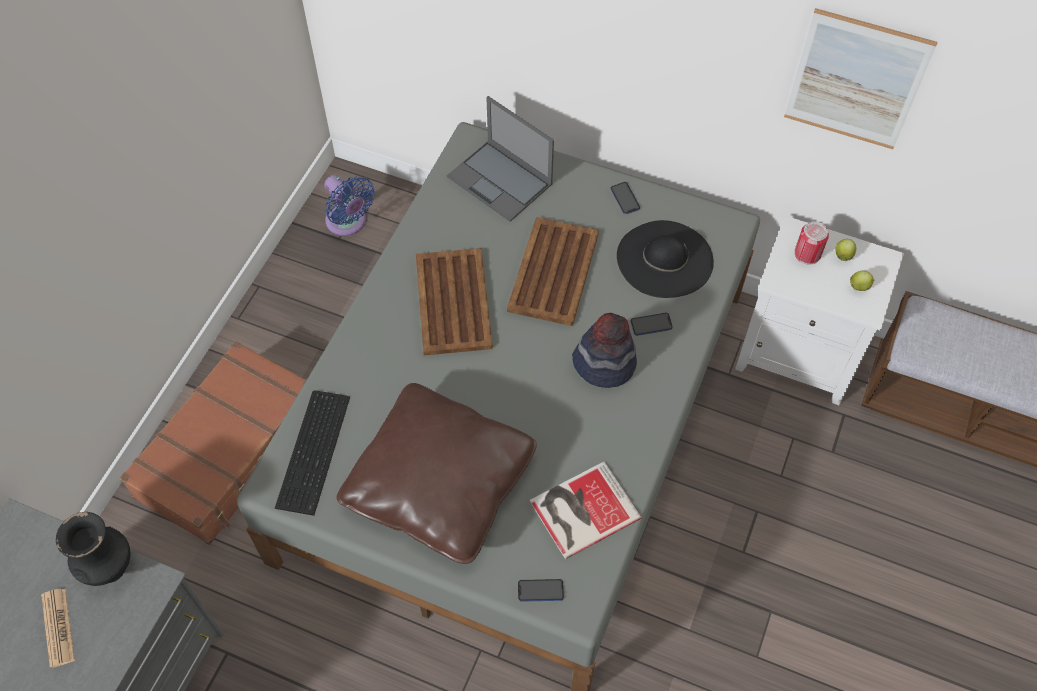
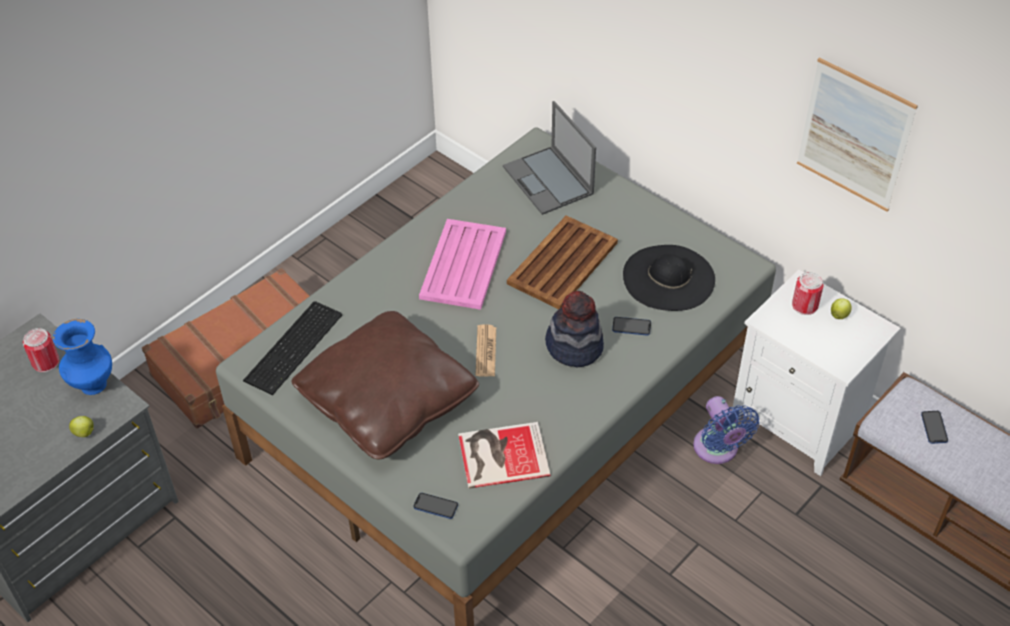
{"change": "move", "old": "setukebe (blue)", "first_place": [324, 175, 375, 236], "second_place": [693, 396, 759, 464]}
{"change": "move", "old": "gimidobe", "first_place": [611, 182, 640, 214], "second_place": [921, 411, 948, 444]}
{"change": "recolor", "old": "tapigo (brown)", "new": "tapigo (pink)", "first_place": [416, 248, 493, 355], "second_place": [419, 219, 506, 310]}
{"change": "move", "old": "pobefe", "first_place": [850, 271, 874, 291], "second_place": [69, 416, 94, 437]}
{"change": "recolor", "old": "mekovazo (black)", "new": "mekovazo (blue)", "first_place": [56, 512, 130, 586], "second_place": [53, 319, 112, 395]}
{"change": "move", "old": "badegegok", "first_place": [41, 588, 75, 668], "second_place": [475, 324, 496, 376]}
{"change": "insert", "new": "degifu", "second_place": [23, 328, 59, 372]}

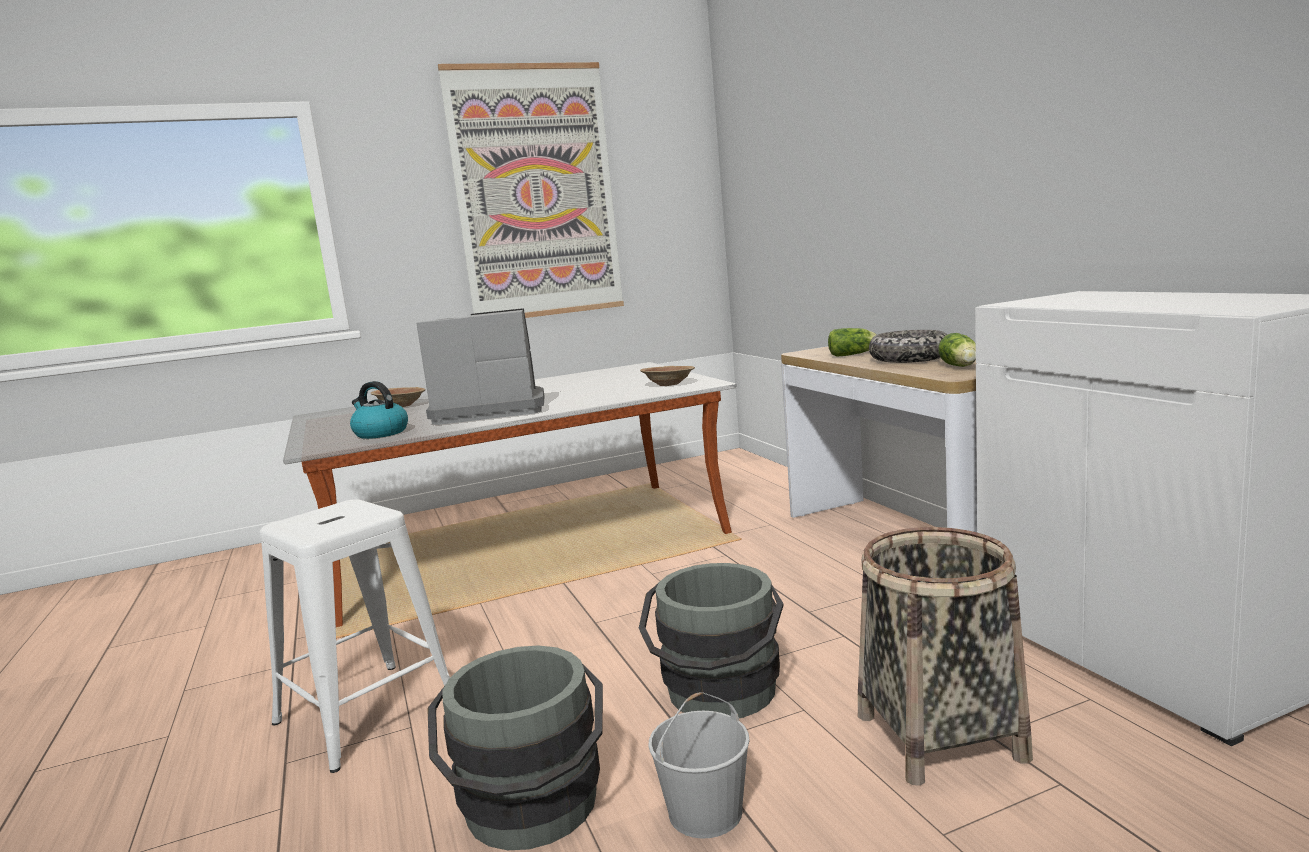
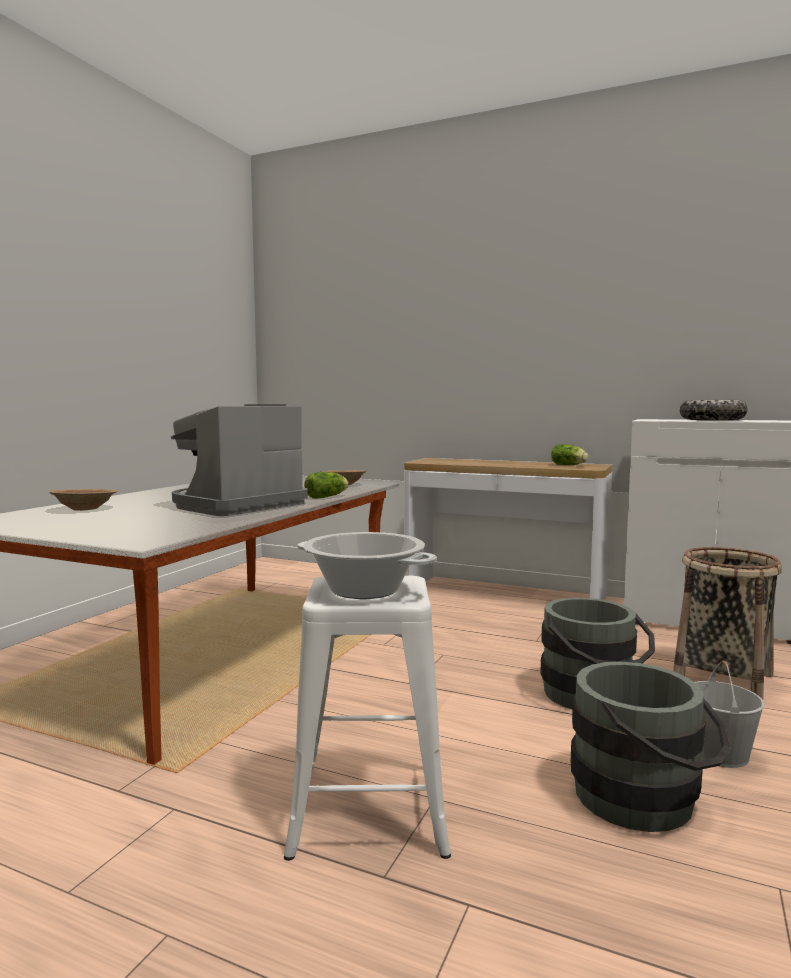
{"change": "delete", "old": "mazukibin", "first_place": [438, 62, 624, 318]}
{"change": "move", "old": "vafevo", "first_place": [828, 328, 877, 357], "second_place": [304, 472, 349, 499]}
{"change": "move", "old": "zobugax", "first_place": [869, 330, 947, 363], "second_place": [680, 400, 747, 420]}
{"change": "delete", "old": "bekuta", "first_place": [350, 381, 408, 439]}
{"change": "insert", "new": "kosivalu", "second_place": [298, 532, 437, 599]}

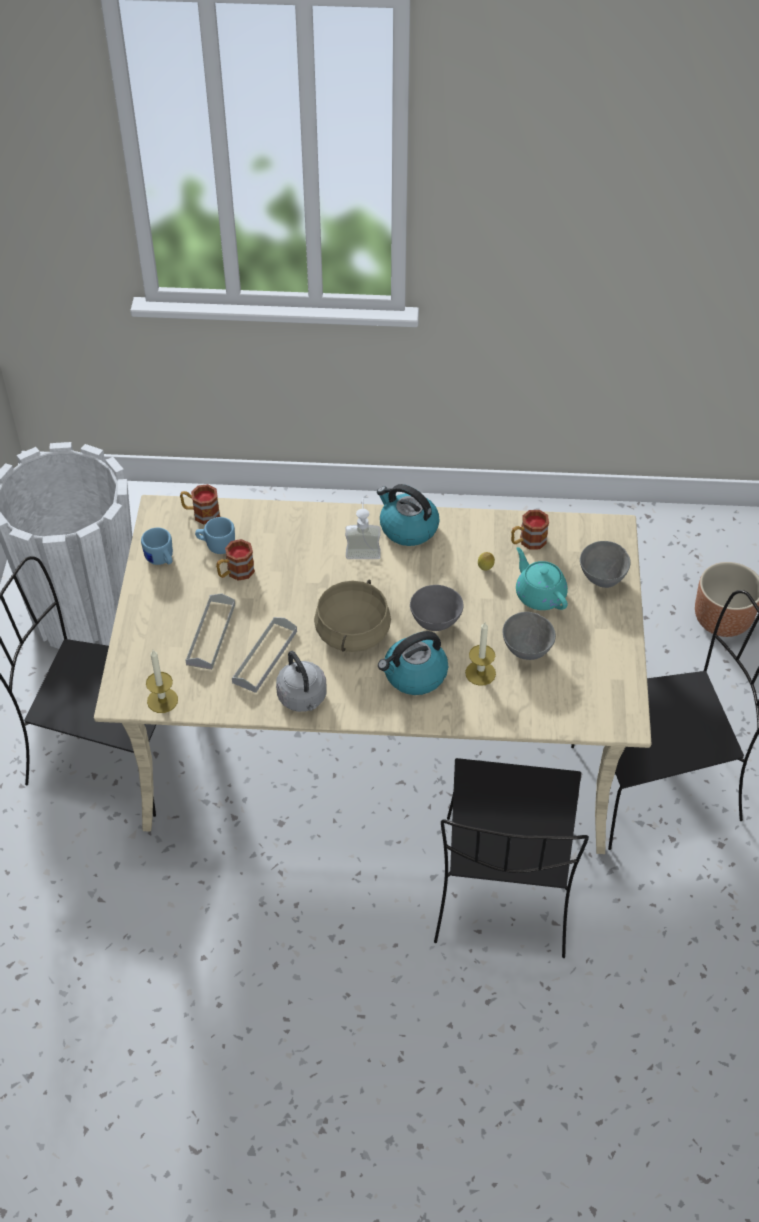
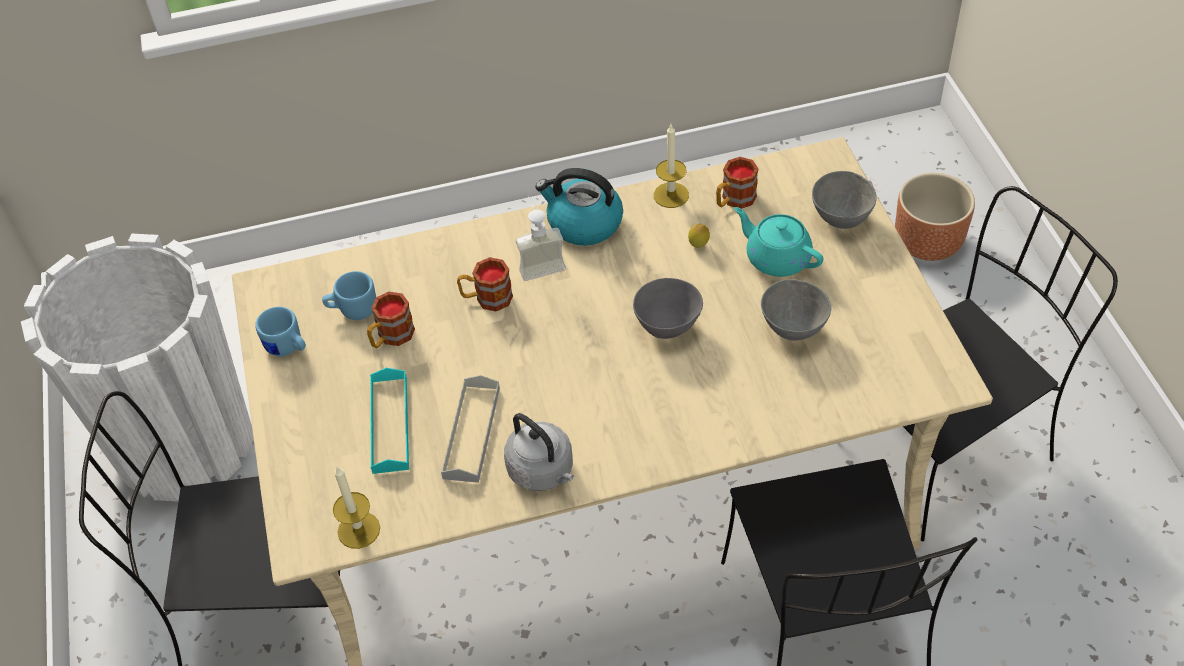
{"change": "move", "old": "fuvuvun", "first_place": [180, 484, 220, 524], "second_place": [457, 257, 513, 311]}
{"change": "delete", "old": "kosivalu (beige)", "first_place": [314, 580, 391, 652]}
{"change": "recolor", "old": "tapigo (grey)", "new": "tapigo (turquoise)", "first_place": [185, 593, 235, 670], "second_place": [370, 368, 409, 474]}
{"change": "move", "old": "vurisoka", "first_place": [465, 622, 496, 686], "second_place": [654, 124, 689, 208]}
{"change": "delete", "old": "bekuta", "first_place": [378, 631, 448, 695]}

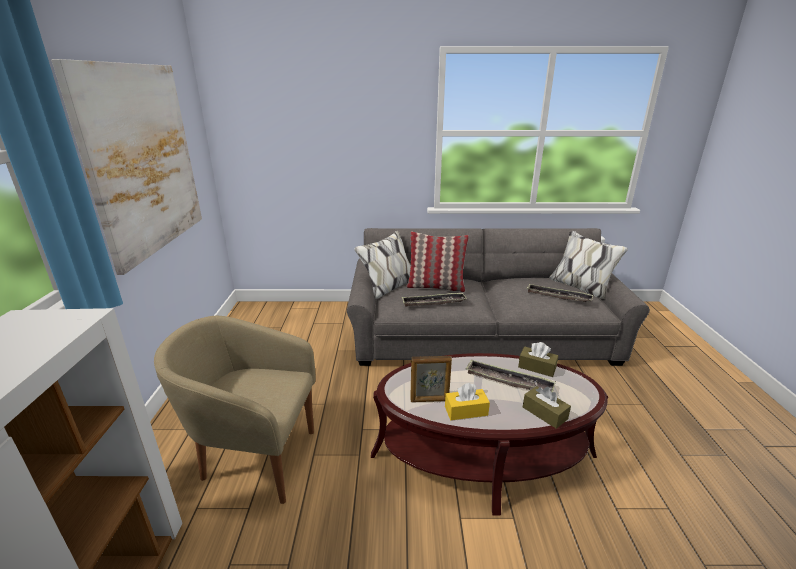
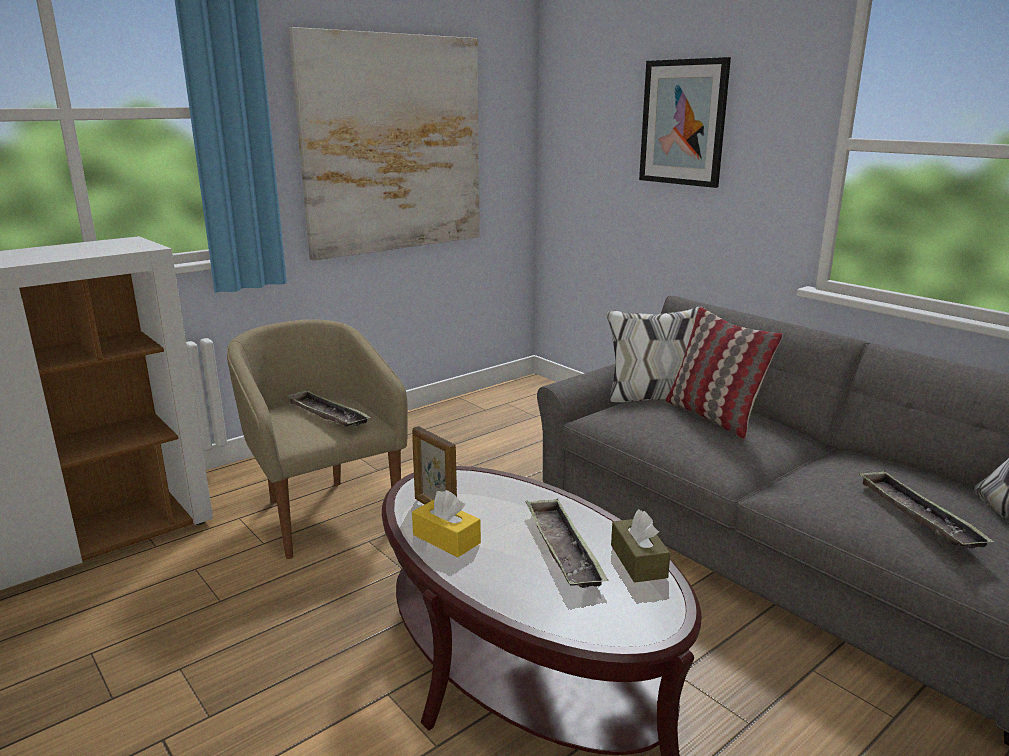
{"change": "move", "old": "tapigo", "first_place": [402, 293, 467, 307], "second_place": [285, 390, 371, 427]}
{"change": "delete", "old": "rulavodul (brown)", "first_place": [523, 386, 571, 429]}
{"change": "insert", "new": "mazukibin", "second_place": [639, 57, 731, 188]}

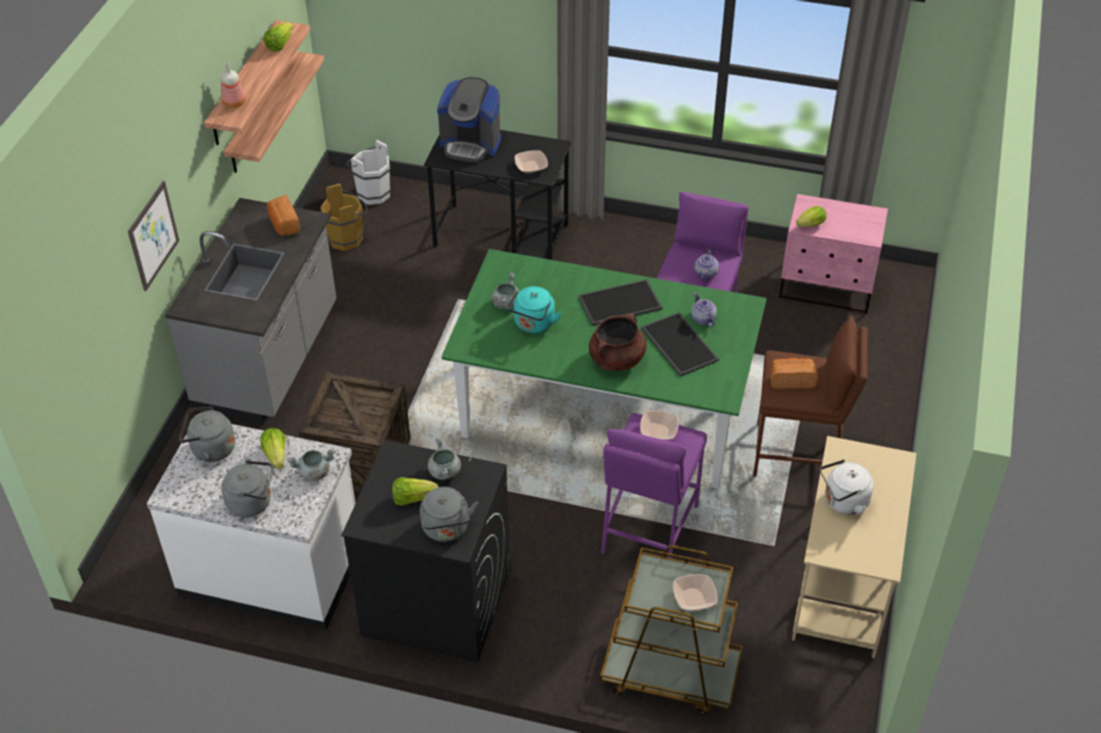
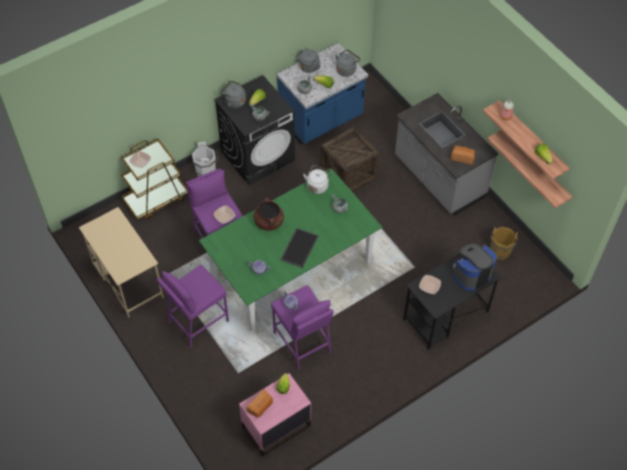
{"change": "move", "old": "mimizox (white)", "first_place": [347, 140, 391, 205], "second_place": [192, 142, 219, 176]}
{"change": "delete", "old": "mazukibin", "first_place": [128, 181, 179, 291]}
{"change": "delete", "old": "bekuta (turquoise)", "first_place": [507, 286, 561, 333]}
{"change": "delete", "old": "tapigo", "first_place": [641, 312, 719, 377]}
{"change": "recolor", "old": "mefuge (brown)", "new": "mefuge (purple)", "first_place": [753, 316, 868, 477], "second_place": [157, 265, 229, 348]}
{"change": "move", "old": "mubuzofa", "first_place": [771, 358, 818, 389], "second_place": [246, 389, 273, 417]}
{"change": "recolor", "old": "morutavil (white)", "new": "morutavil (blue)", "first_place": [147, 424, 355, 630], "second_place": [277, 43, 368, 145]}
{"change": "move", "old": "bekuta (white)", "first_place": [820, 459, 874, 515], "second_place": [303, 165, 332, 194]}

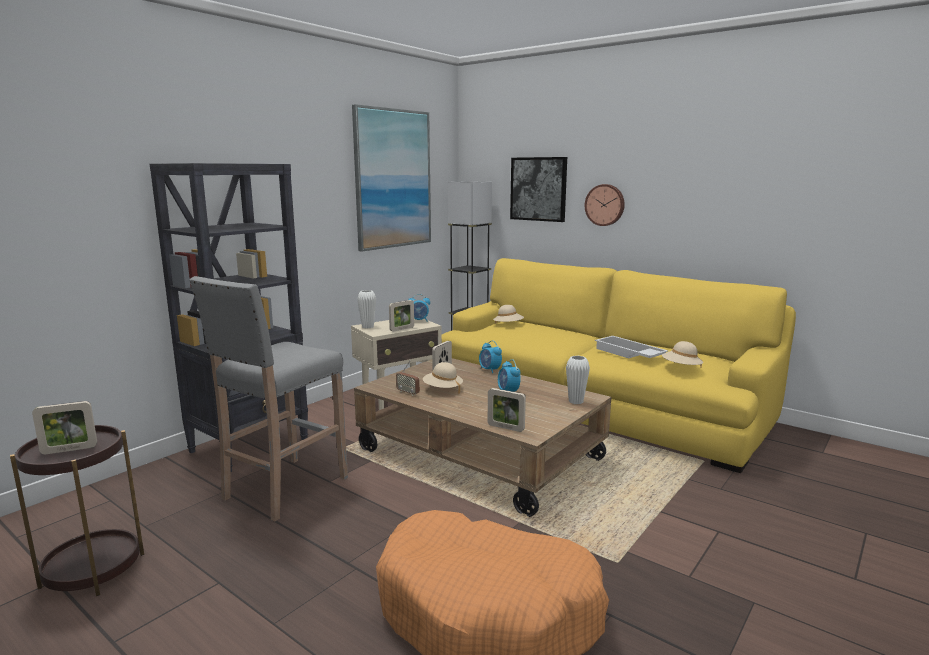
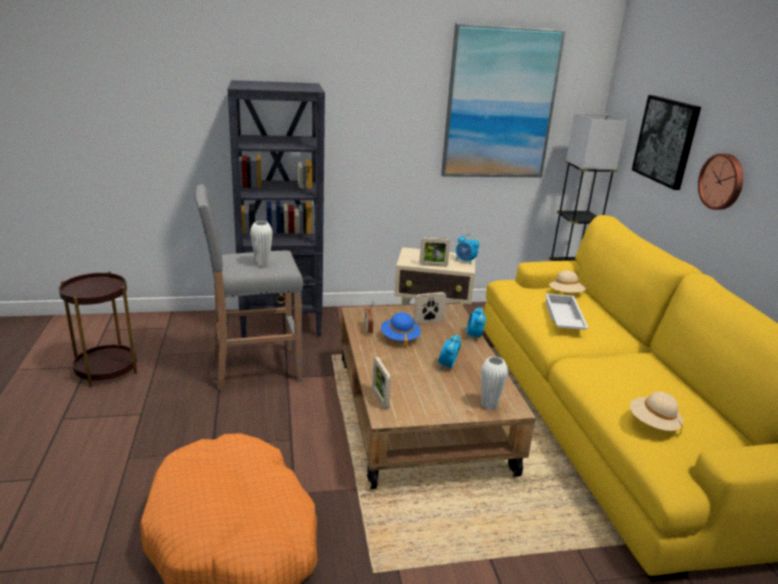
{"change": "move", "old": "mekovazo (white)", "first_place": [357, 290, 376, 328], "second_place": [250, 221, 273, 267]}
{"change": "move", "old": "tapigo (white)", "first_place": [595, 336, 668, 358], "second_place": [545, 294, 589, 330]}
{"change": "recolor", "old": "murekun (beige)", "new": "murekun (blue)", "first_place": [423, 362, 463, 394], "second_place": [381, 313, 421, 348]}
{"change": "delete", "old": "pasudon", "first_place": [32, 401, 97, 454]}

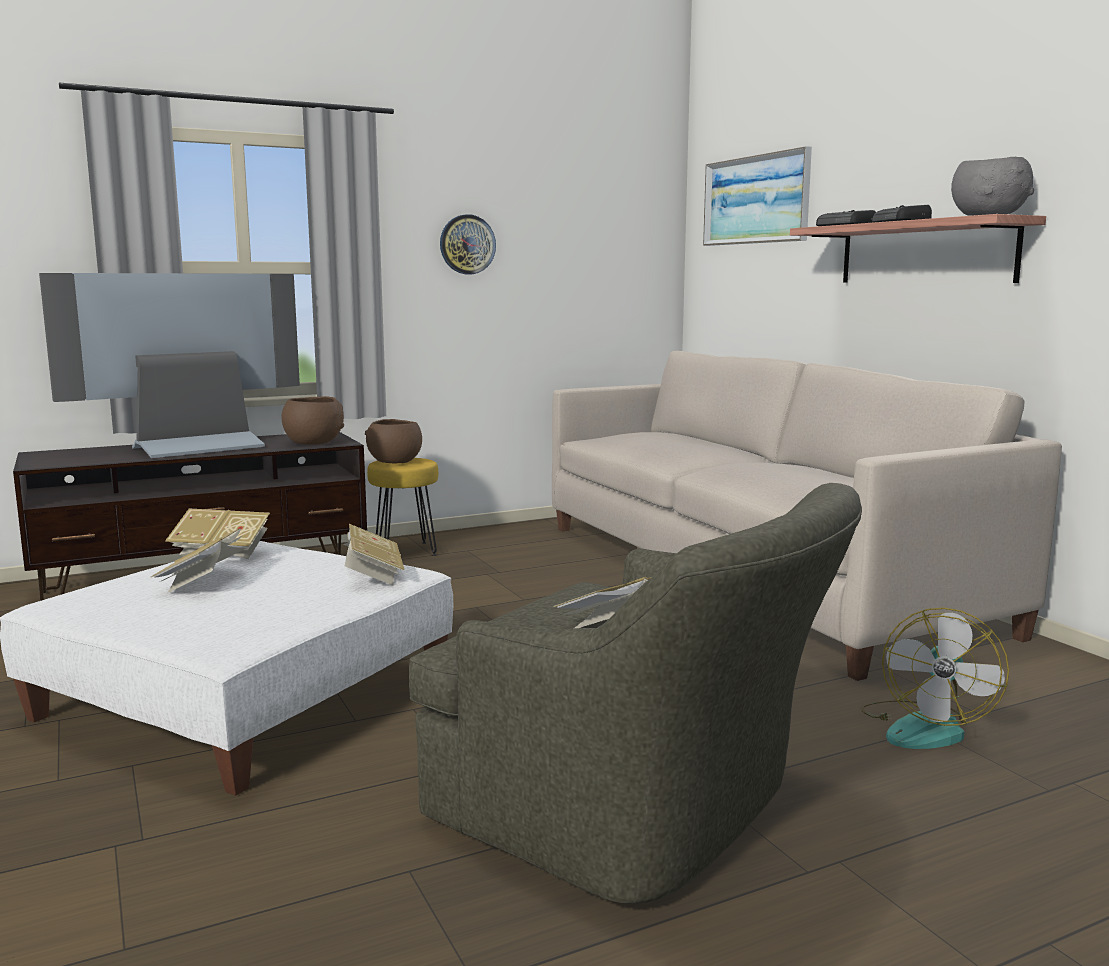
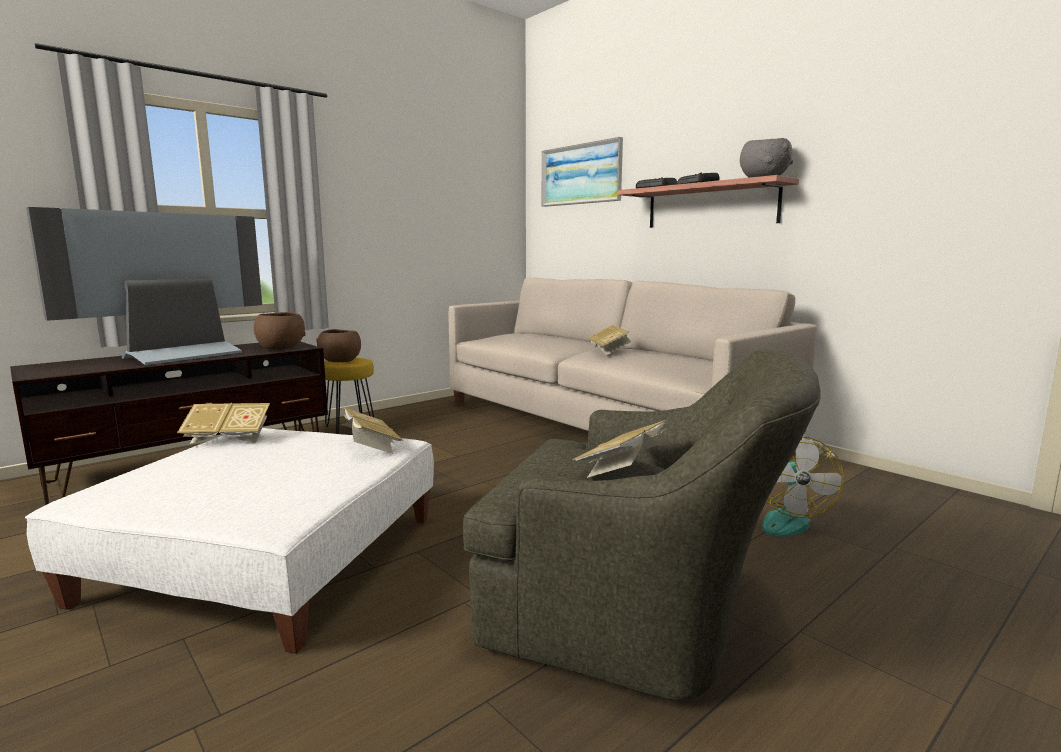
{"change": "delete", "old": "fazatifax", "first_place": [440, 214, 496, 274]}
{"change": "move", "old": "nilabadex", "first_place": [151, 527, 246, 593], "second_place": [588, 325, 631, 355]}

